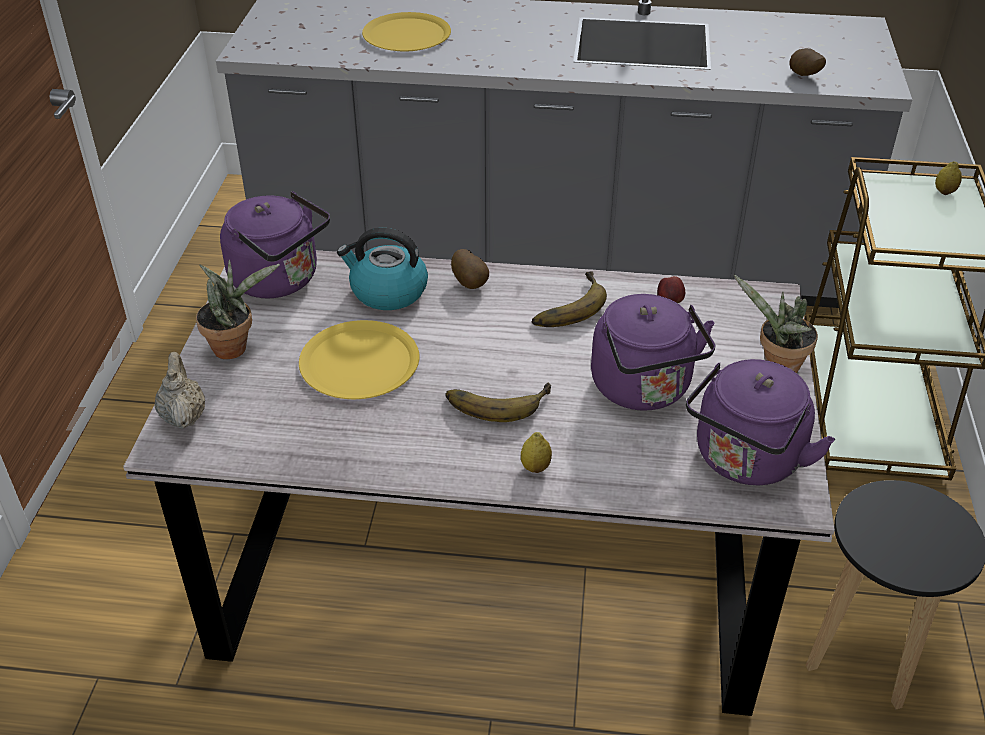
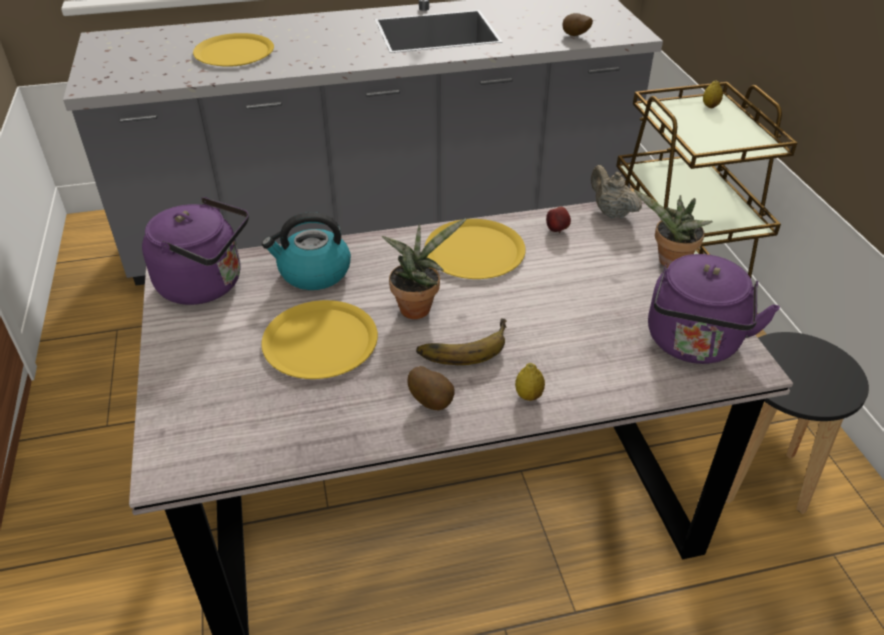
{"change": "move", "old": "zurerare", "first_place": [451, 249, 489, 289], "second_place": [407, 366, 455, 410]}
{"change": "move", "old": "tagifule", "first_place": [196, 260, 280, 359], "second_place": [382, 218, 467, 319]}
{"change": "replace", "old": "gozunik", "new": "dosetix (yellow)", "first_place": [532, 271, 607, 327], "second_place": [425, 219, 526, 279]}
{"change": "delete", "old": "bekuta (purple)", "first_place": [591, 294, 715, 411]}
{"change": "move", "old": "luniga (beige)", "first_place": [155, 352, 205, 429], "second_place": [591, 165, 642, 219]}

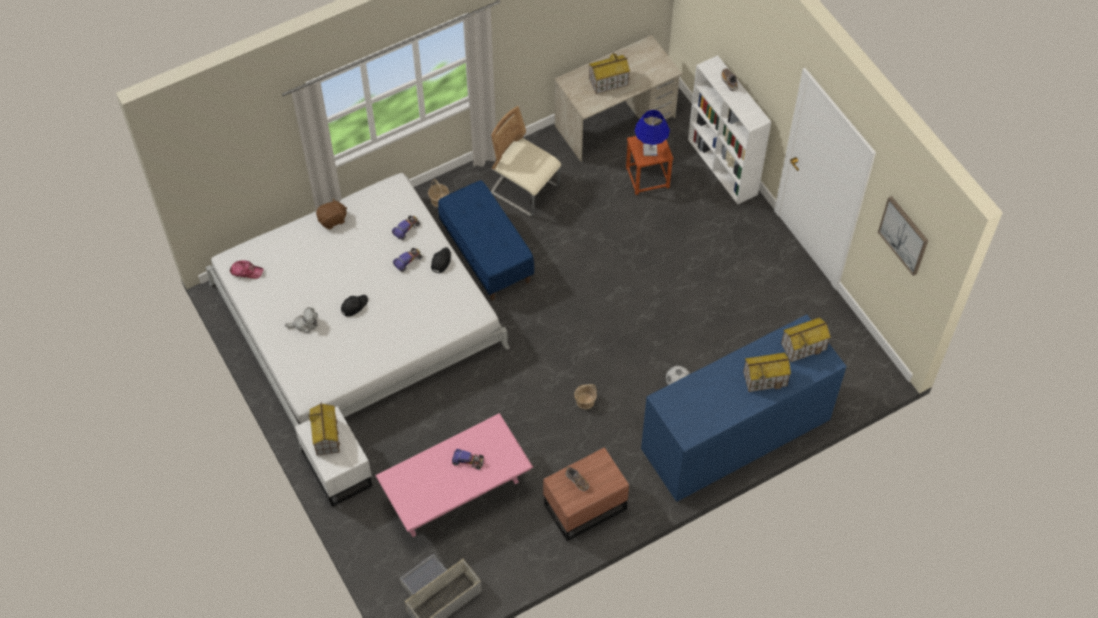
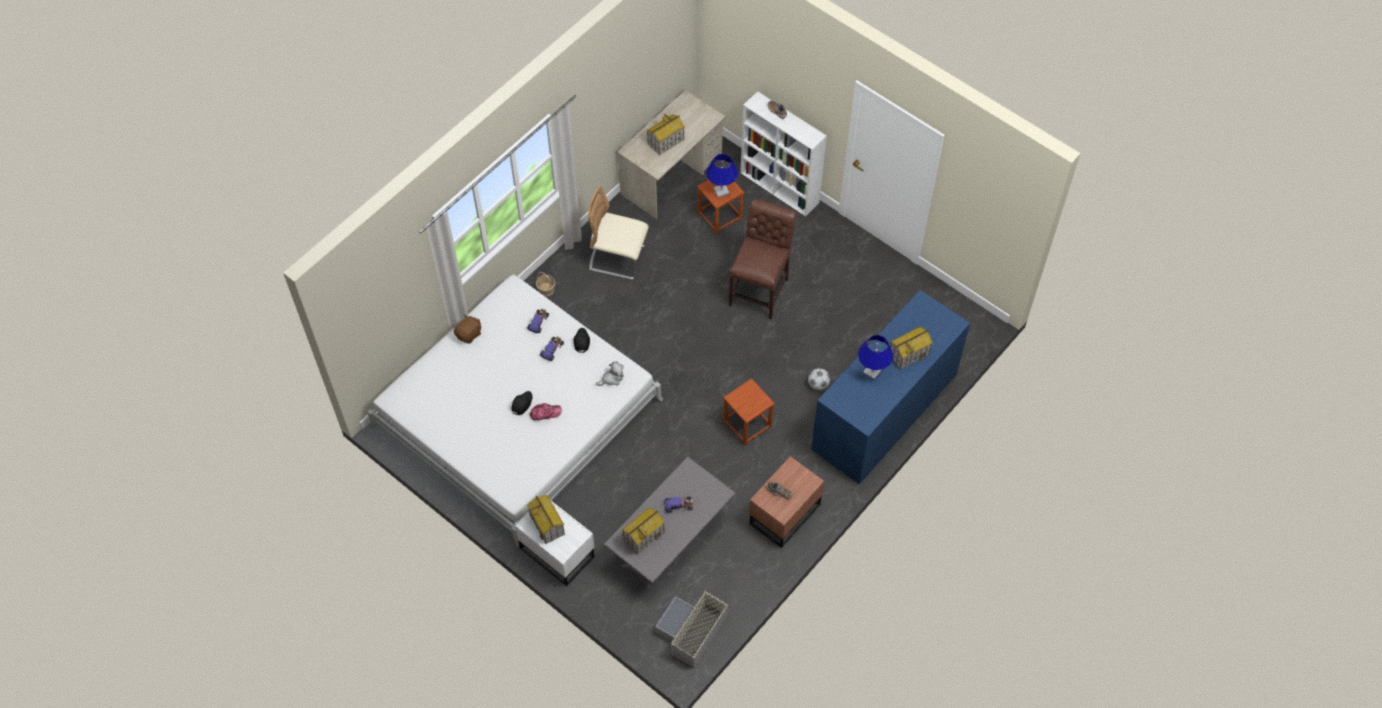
{"change": "delete", "old": "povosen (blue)", "first_place": [438, 180, 534, 301]}
{"change": "delete", "old": "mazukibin", "first_place": [878, 196, 928, 276]}
{"change": "move", "old": "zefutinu", "first_place": [230, 260, 263, 279], "second_place": [530, 403, 562, 420]}
{"change": "move", "old": "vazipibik", "first_place": [285, 307, 318, 333], "second_place": [596, 361, 624, 386]}
{"change": "move", "old": "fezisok", "first_place": [781, 317, 831, 362], "second_place": [622, 507, 665, 554]}
{"change": "replace", "old": "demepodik", "new": "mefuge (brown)", "first_place": [574, 384, 597, 409], "second_place": [723, 378, 775, 445]}
{"change": "recolor", "old": "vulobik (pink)", "new": "vulobik (grey)", "first_place": [375, 413, 533, 537], "second_place": [603, 457, 736, 589]}
{"change": "insert", "new": "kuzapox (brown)", "second_place": [729, 199, 797, 319]}
{"change": "insert", "new": "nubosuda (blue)", "second_place": [858, 335, 893, 380]}

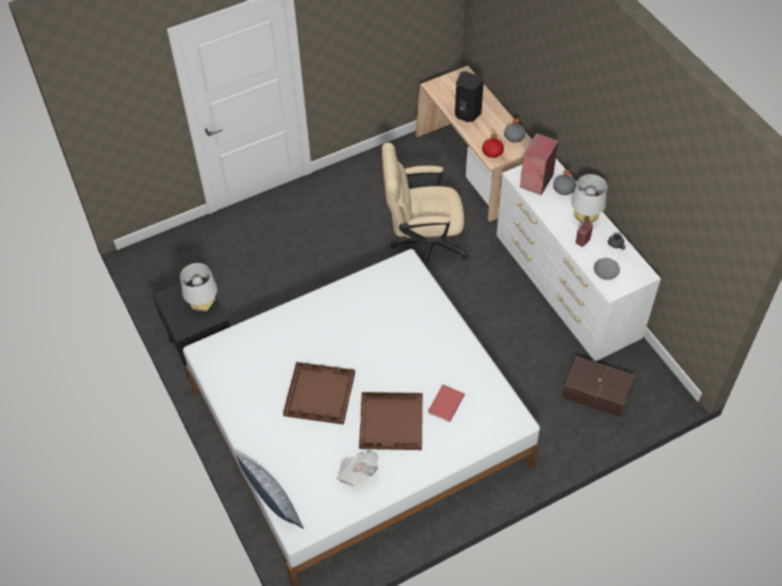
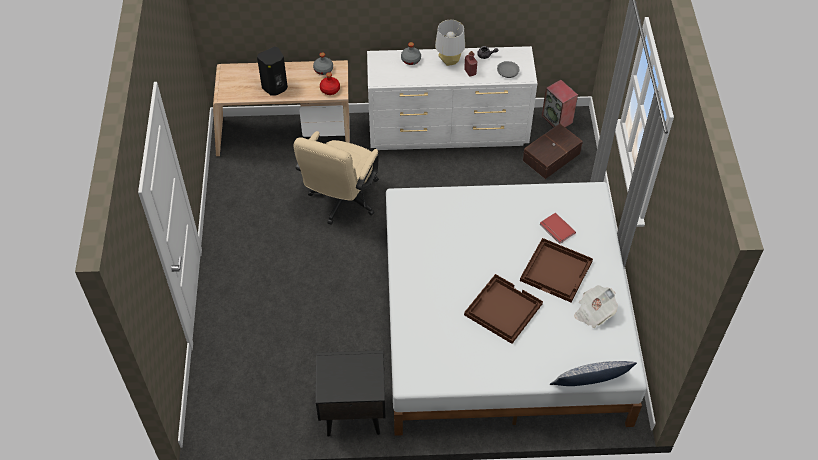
{"change": "move", "old": "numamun", "first_place": [520, 133, 558, 195], "second_place": [542, 80, 578, 127]}
{"change": "delete", "old": "nubosuda (grey)", "first_place": [180, 263, 217, 312]}

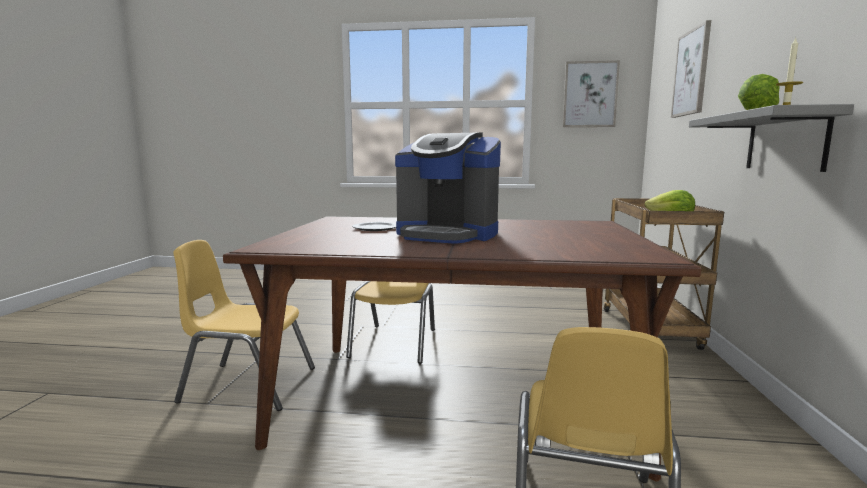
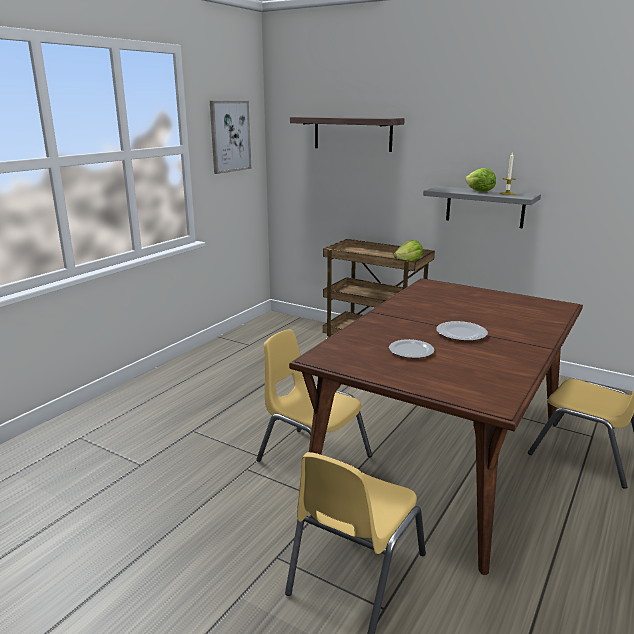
{"change": "replace", "old": "mazukibin", "new": "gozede", "first_place": [671, 20, 711, 118], "second_place": [290, 116, 405, 152]}
{"change": "replace", "old": "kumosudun", "new": "dosetix", "first_place": [395, 132, 501, 244], "second_place": [436, 321, 488, 341]}

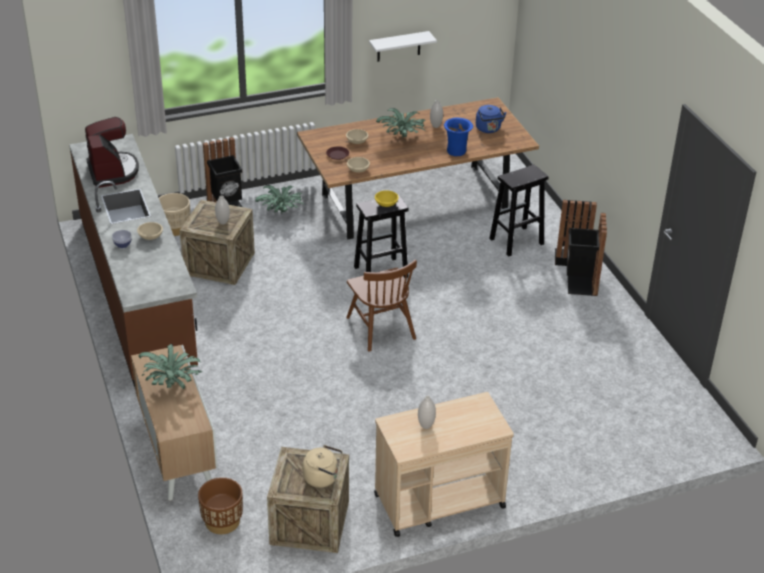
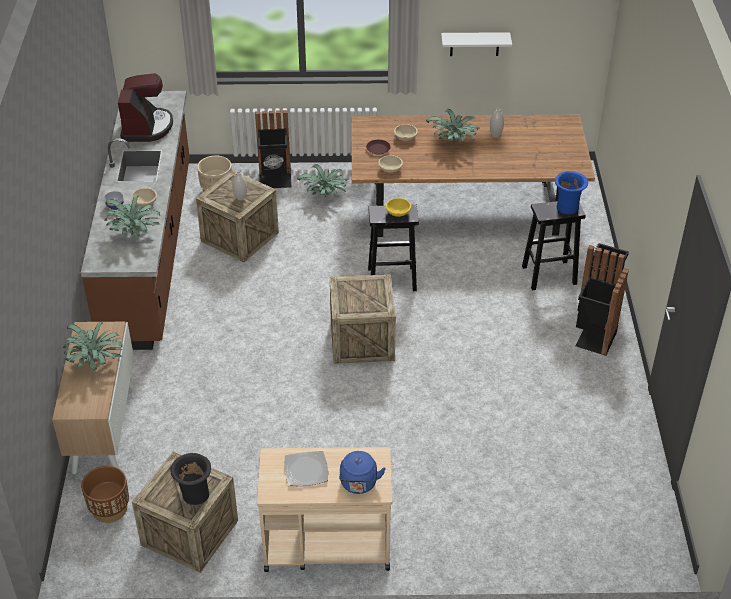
{"change": "move", "old": "bekuta (blue)", "first_place": [476, 105, 507, 133], "second_place": [339, 451, 386, 494]}
{"change": "move", "old": "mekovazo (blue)", "first_place": [444, 118, 473, 156], "second_place": [555, 171, 588, 215]}
{"change": "replace", "old": "kuzapox (brown)", "new": "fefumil", "first_place": [346, 260, 417, 352], "second_place": [330, 274, 396, 364]}
{"change": "replace", "old": "mekovazo (white)", "new": "dosetix", "first_place": [418, 396, 436, 429], "second_place": [285, 451, 328, 486]}
{"change": "replace", "old": "bekuta (beige)", "new": "mekovazo (black)", "first_place": [303, 445, 342, 488], "second_place": [170, 453, 211, 505]}
{"change": "insert", "new": "tagifule", "second_place": [104, 195, 160, 237]}

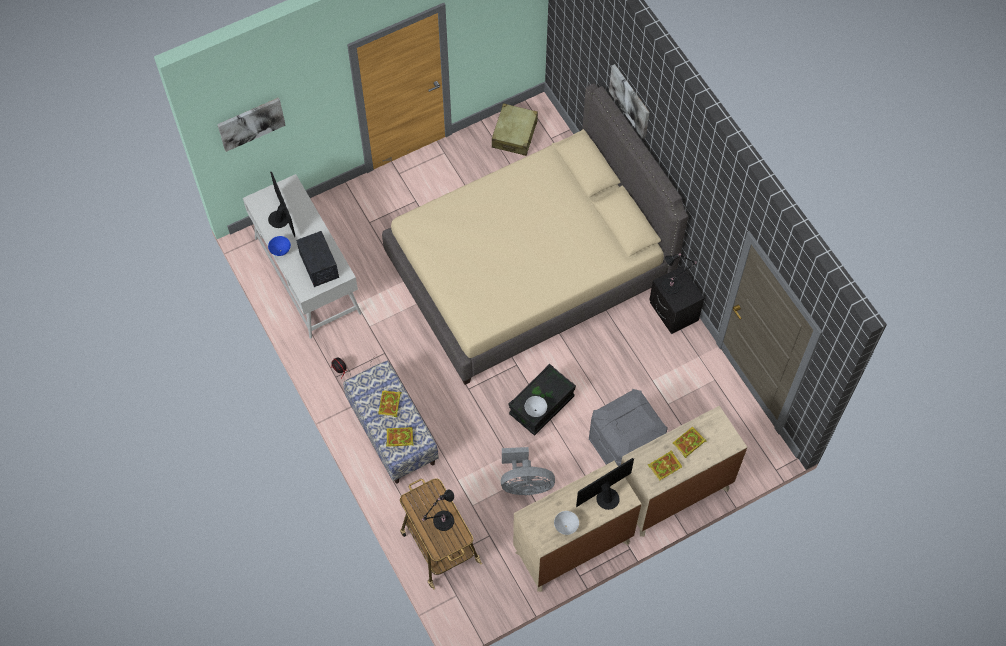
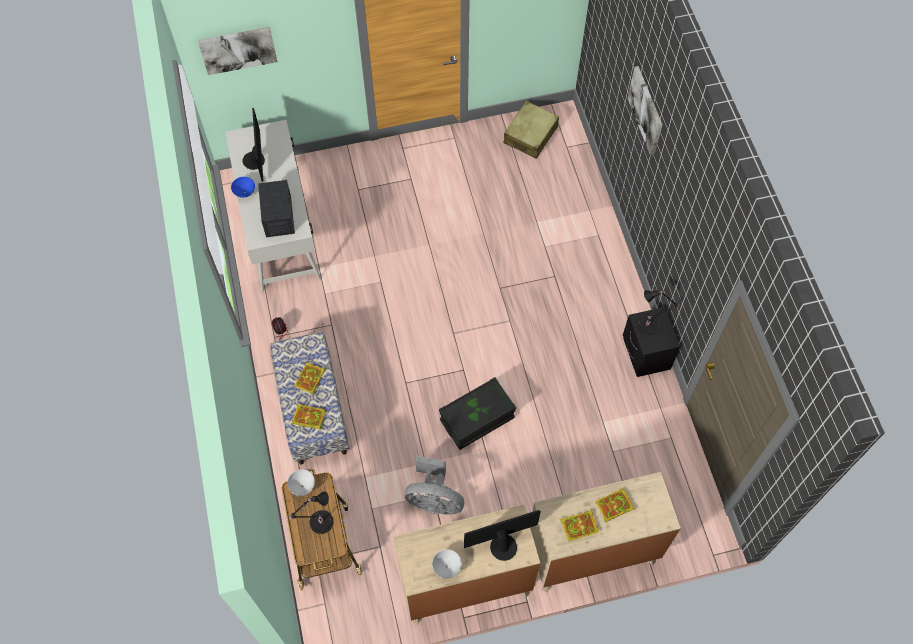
{"change": "delete", "old": "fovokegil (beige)", "first_place": [382, 84, 688, 385]}
{"change": "delete", "old": "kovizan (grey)", "first_place": [589, 389, 668, 466]}
{"change": "move", "old": "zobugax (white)", "first_place": [525, 396, 547, 417], "second_place": [287, 469, 315, 496]}

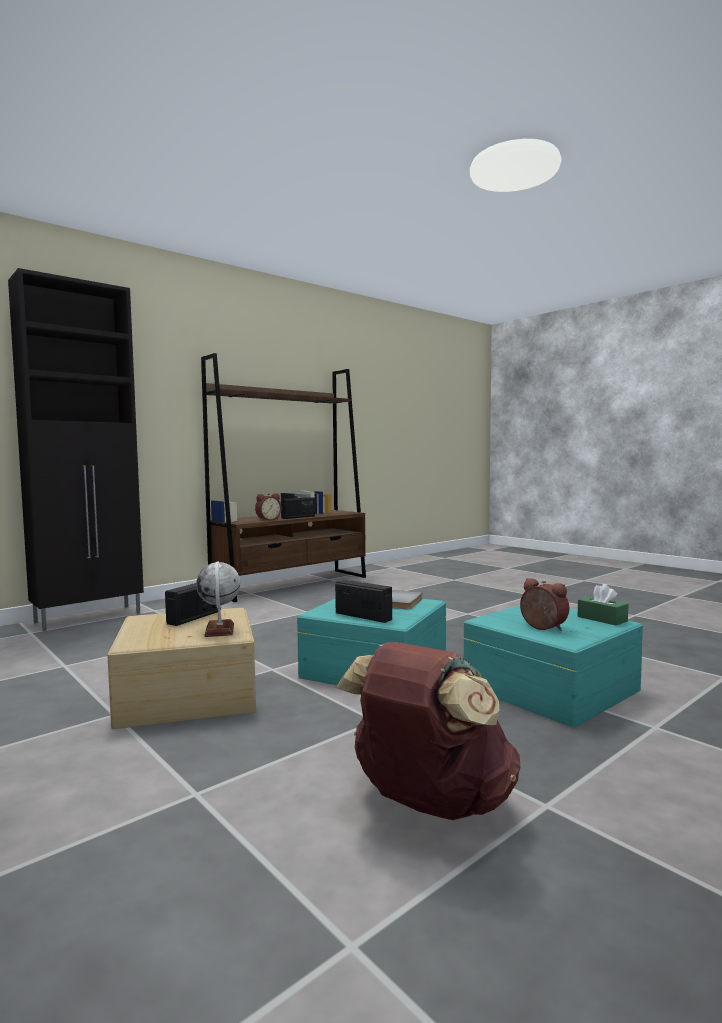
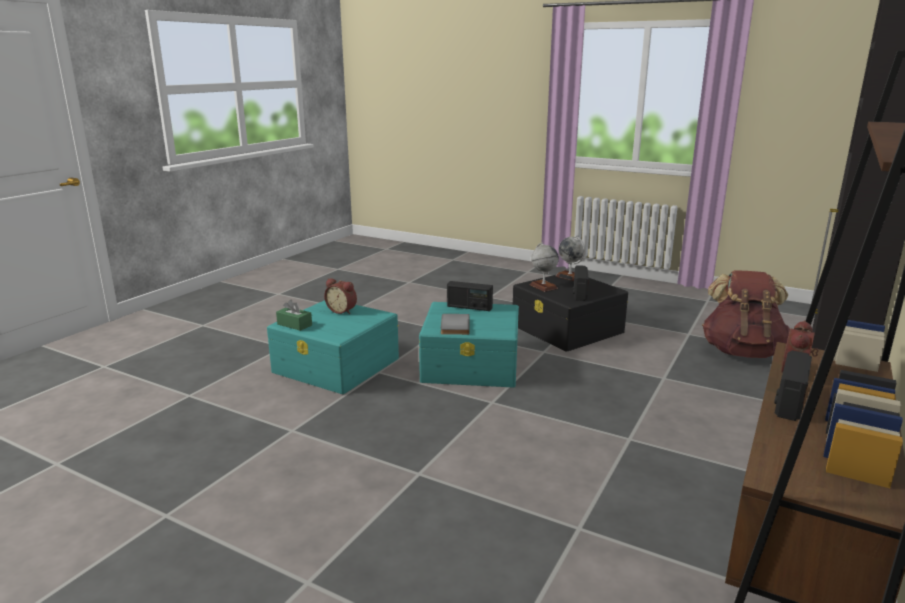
{"change": "recolor", "old": "kovizan (beige)", "new": "kovizan (black)", "first_place": [107, 608, 256, 729], "second_place": [513, 271, 628, 352]}
{"change": "move", "old": "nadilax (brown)", "first_place": [336, 642, 521, 820], "second_place": [702, 270, 790, 358]}
{"change": "insert", "new": "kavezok", "second_place": [556, 236, 586, 281]}

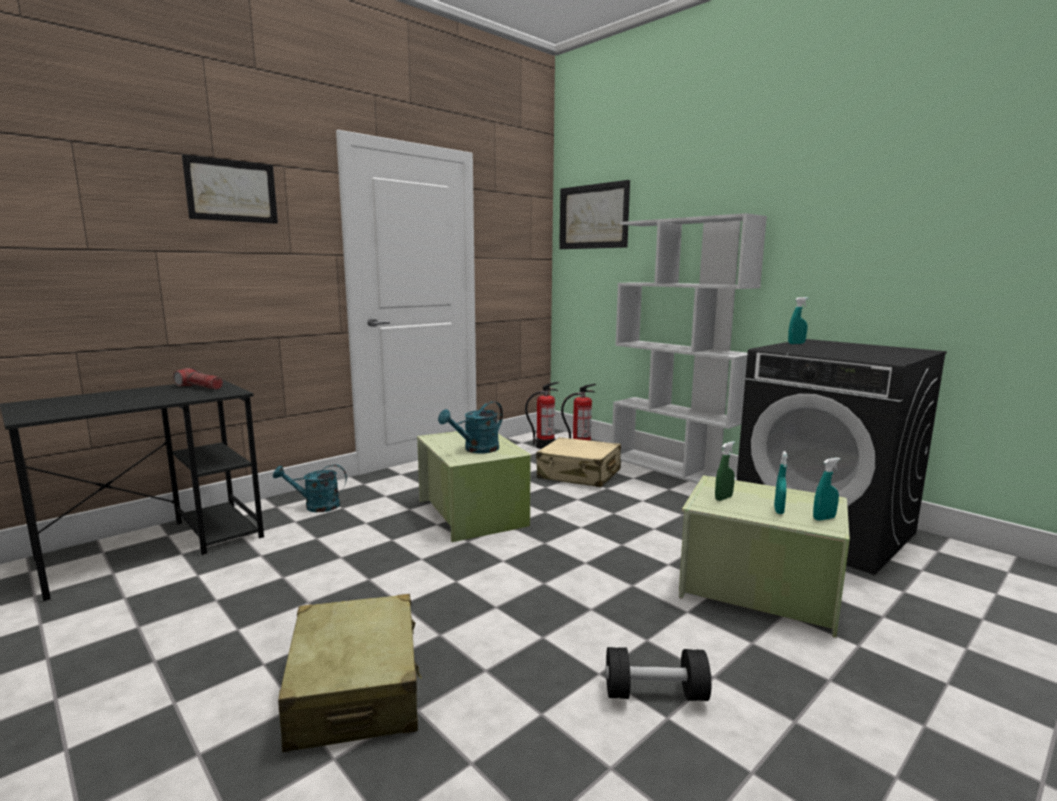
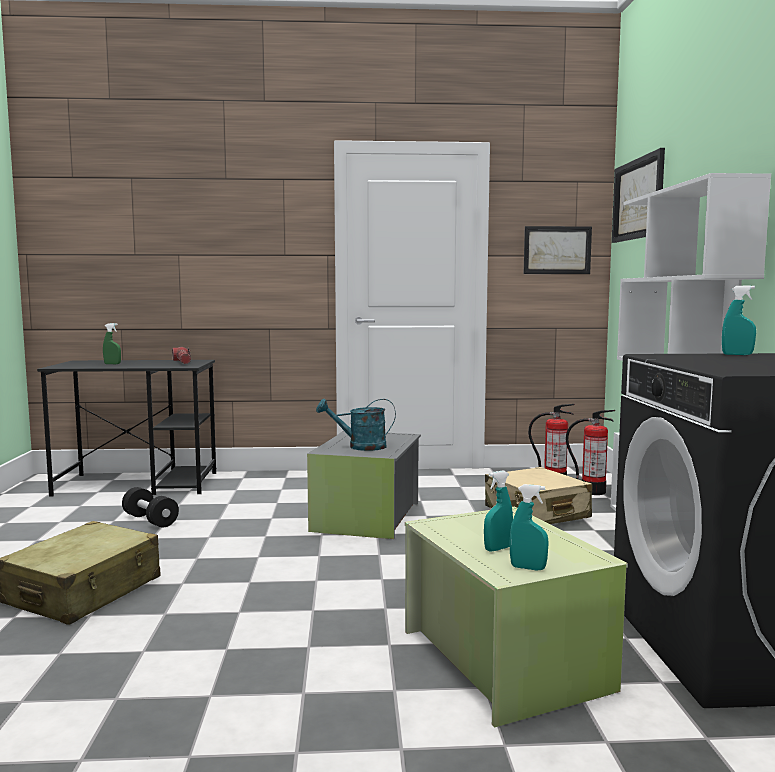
{"change": "move", "old": "mazukibin", "first_place": [182, 154, 278, 224], "second_place": [524, 226, 592, 274]}
{"change": "recolor", "old": "kovizan (green)", "new": "kovizan (grey)", "first_place": [417, 430, 532, 542], "second_place": [307, 431, 421, 539]}
{"change": "move", "old": "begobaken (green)", "first_place": [715, 441, 735, 501], "second_place": [103, 323, 121, 364]}
{"change": "delete", "old": "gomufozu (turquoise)", "first_place": [273, 465, 347, 512]}
{"change": "move", "old": "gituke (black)", "first_place": [605, 647, 711, 701], "second_place": [122, 487, 179, 527]}

